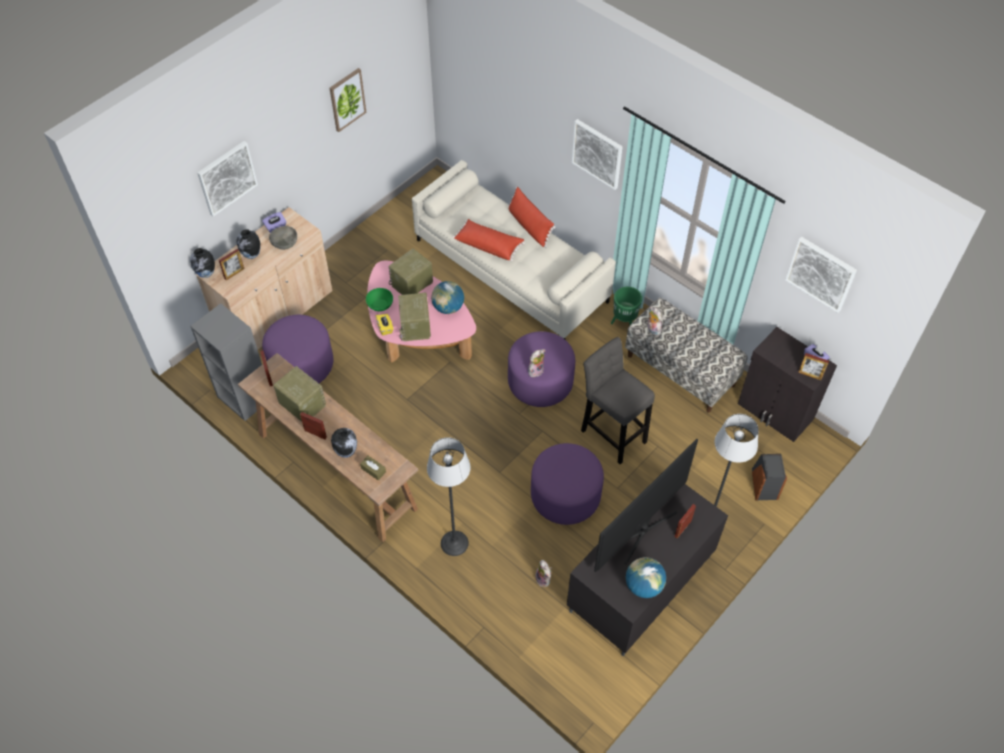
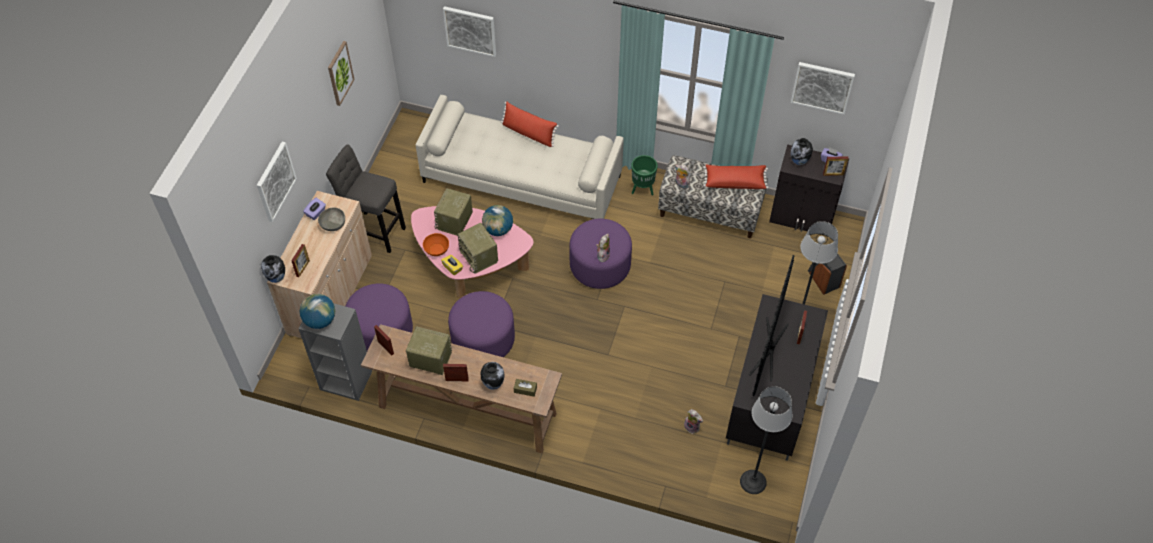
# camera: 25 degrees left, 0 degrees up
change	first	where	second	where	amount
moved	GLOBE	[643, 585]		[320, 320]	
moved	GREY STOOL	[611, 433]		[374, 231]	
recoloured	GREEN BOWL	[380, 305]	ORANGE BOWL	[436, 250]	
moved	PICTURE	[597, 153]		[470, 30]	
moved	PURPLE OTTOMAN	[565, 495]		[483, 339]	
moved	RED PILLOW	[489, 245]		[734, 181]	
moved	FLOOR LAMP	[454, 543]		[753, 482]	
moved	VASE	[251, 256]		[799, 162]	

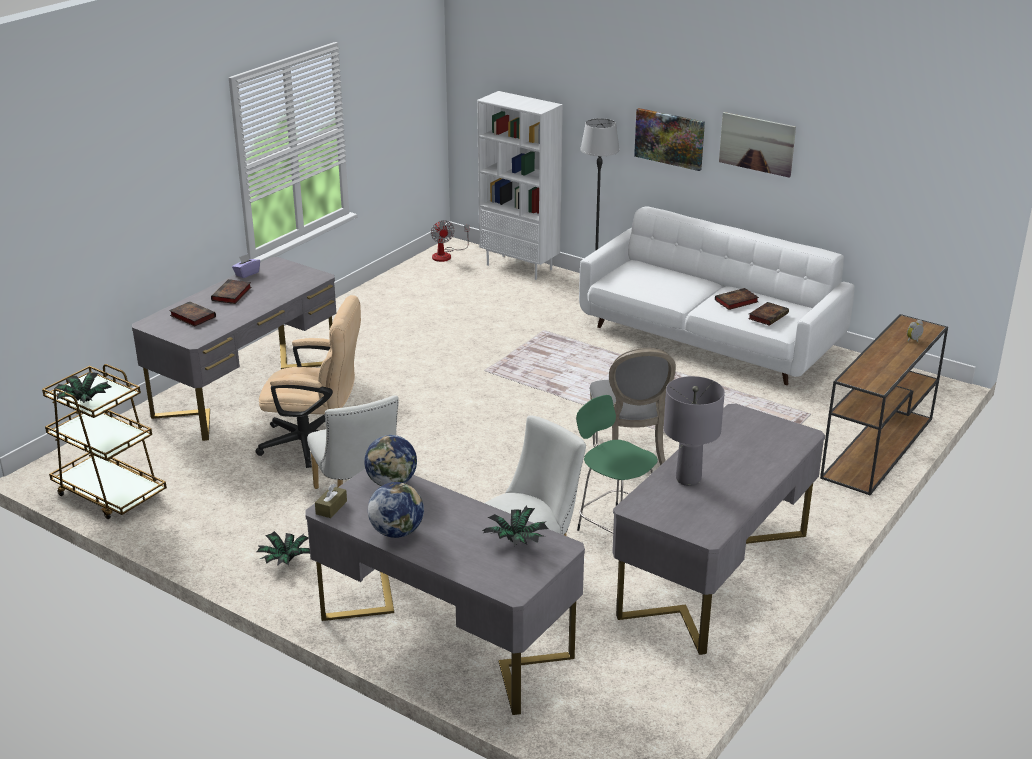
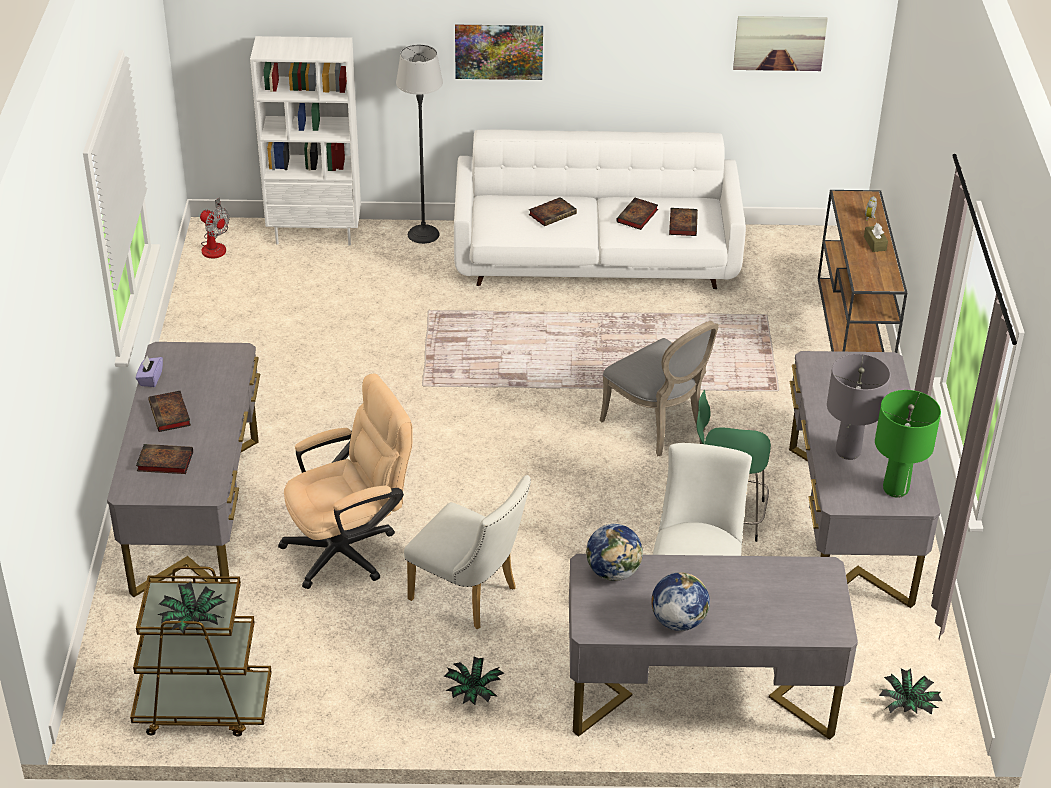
# camera: 35 degrees left, 10 degrees up
change	first	where	second	where	amount
added			BOOK	[553, 214]	
moved	PICTURE	[757, 144]		[779, 43]	
moved	BROWN TISSUE BOX	[331, 507]		[875, 243]	
added			GREEN TABLE LAMP	[895, 489]	
moved	POTTED PLANT	[515, 541]		[907, 706]	

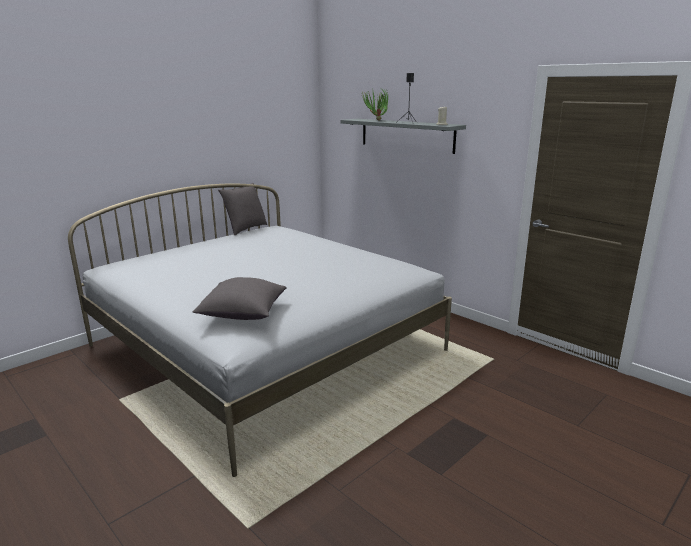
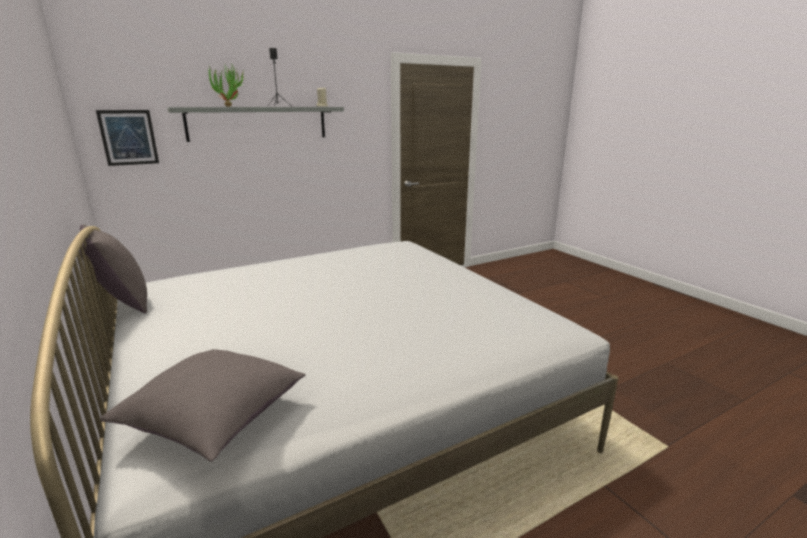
# camera: 75 degrees left, 0 degrees up
change	first	where	second	where	amount
added			PICTURE	[128, 137]	
moved	GREY PILLOW	[243, 313]		[215, 420]	

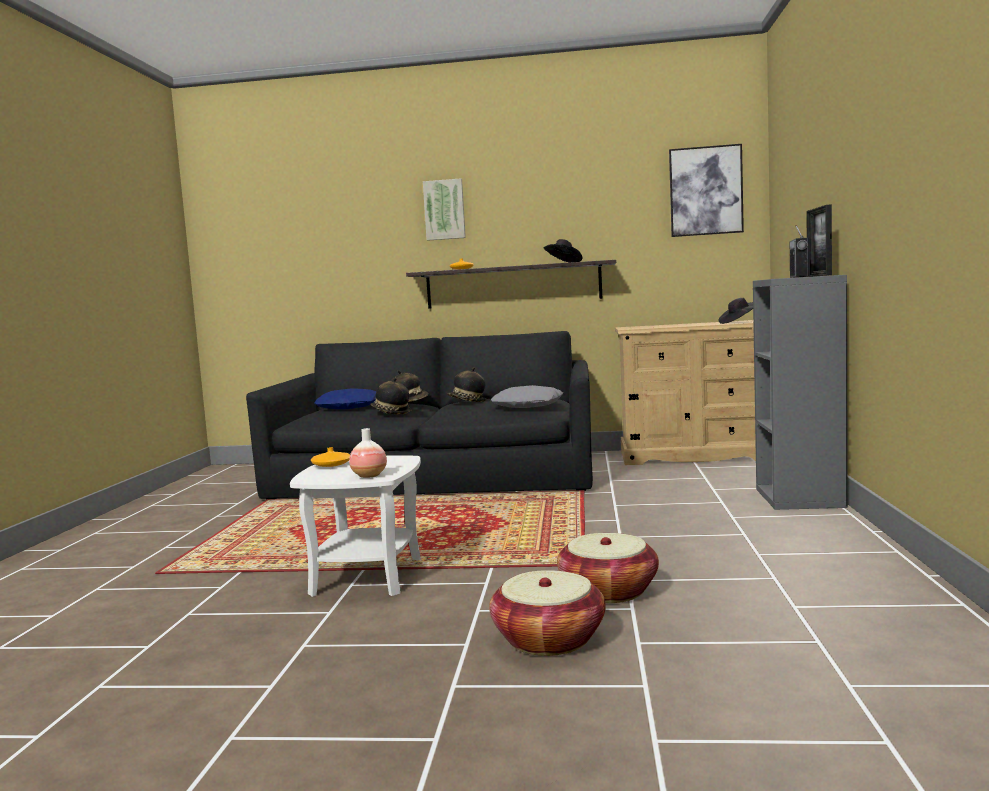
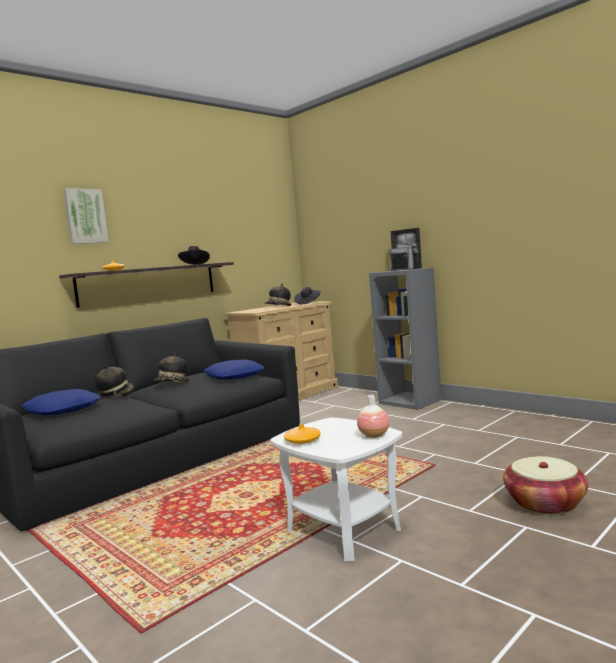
# camera: 50 degrees left, 0 degrees up
change	first	where	second	where	amount
recoloured	GREY PILLOW	[528, 406]	BLUE PILLOW	[235, 376]	
moved	HAT	[390, 413]		[278, 307]	
removed	BASKET	[608, 591]			
removed	PICTURE	[705, 191]			

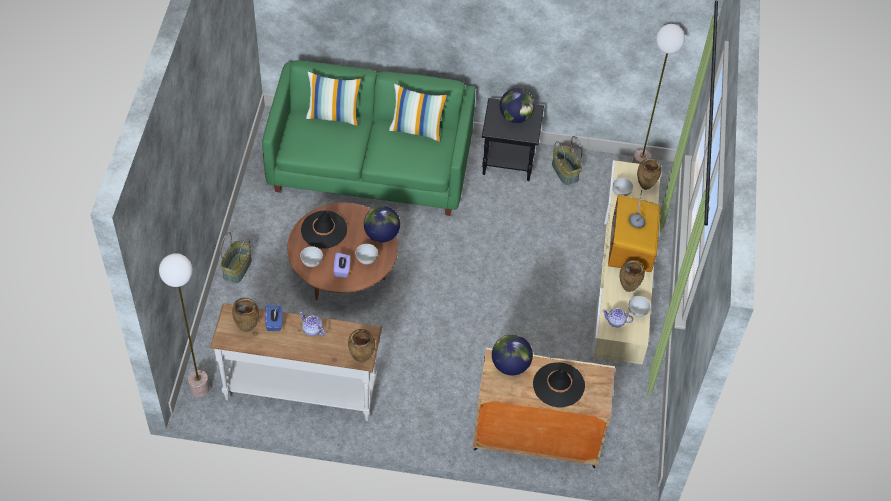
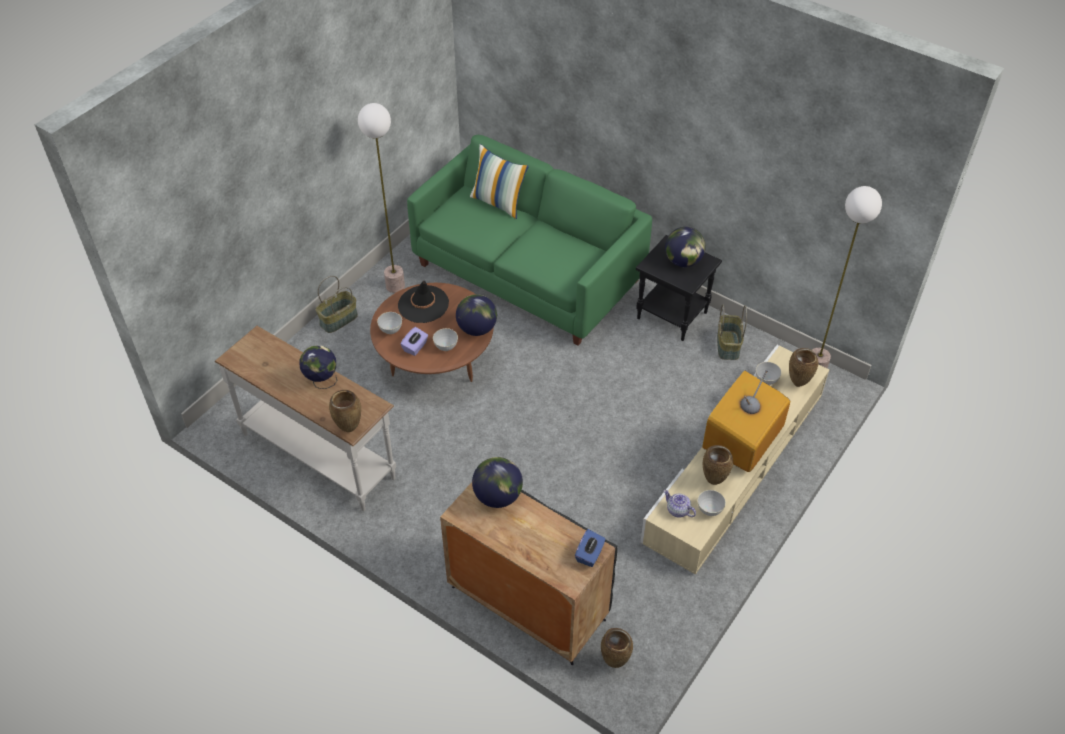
# camera: 30 degrees right, 5 degrees down
change	first	where	second	where	amount
replaced	TEAPOT	[312, 330]	GLOBE	[321, 381]	
moved	FLOOR LAMP	[200, 389]		[395, 286]	
recoloured	BEIGE CABINET	[536, 437]	BLACK CABINET	[527, 603]	
moved	BLUE TISSUE BOX	[274, 322]		[590, 554]	
moved	BROWN VASE	[248, 328]		[615, 662]	
removed	PILLOW	[417, 129]			
removed	BLACK HAT	[558, 385]			

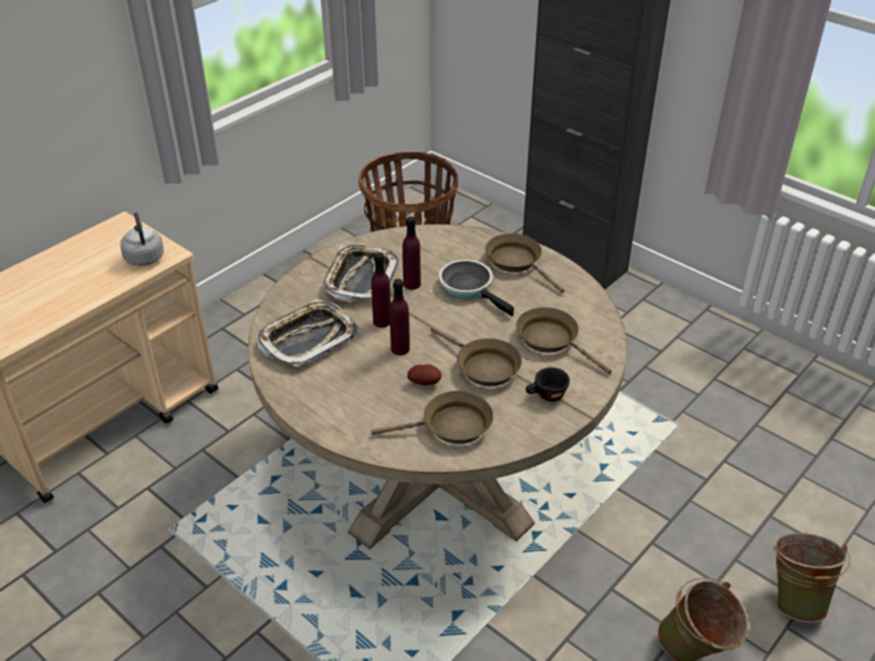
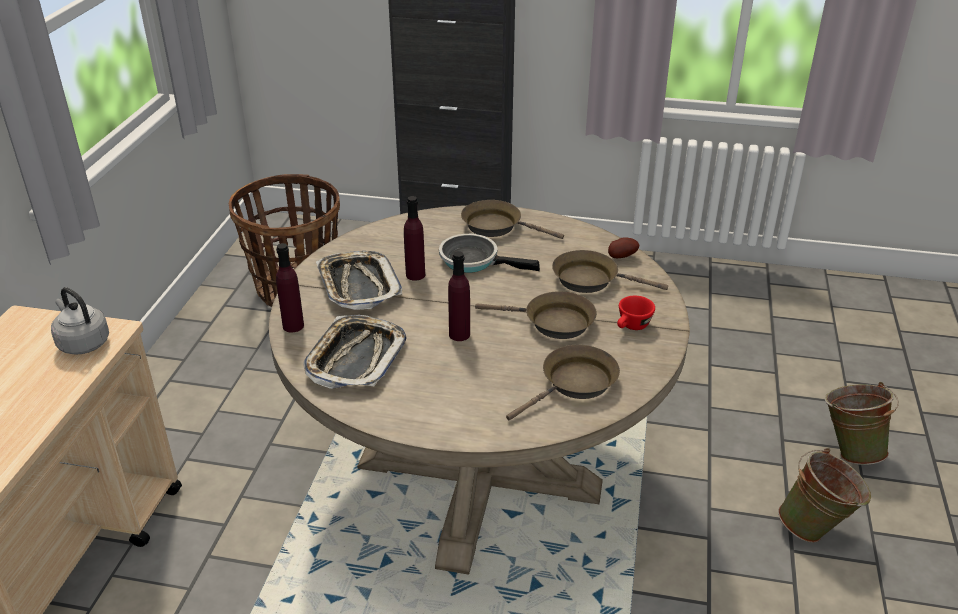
# camera: 30 degrees left, 5 degrees down
change	first	where	second	where	amount
moved	PURPLE BOTTLE	[382, 321]		[293, 326]	
moved	POTATO	[425, 382]		[621, 256]	
recoloured	BLACK CUP	[546, 396]	RED CUP	[632, 327]	

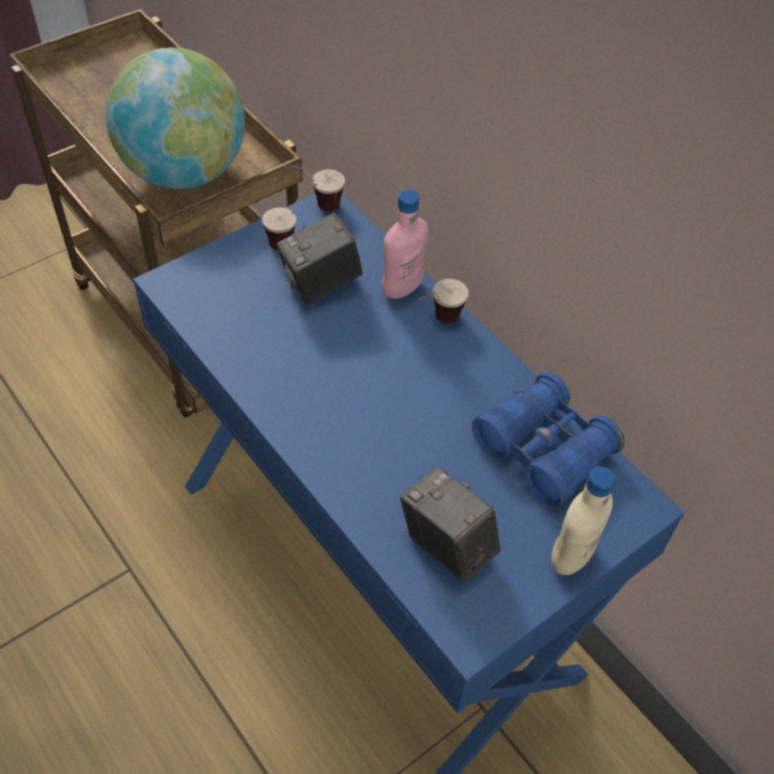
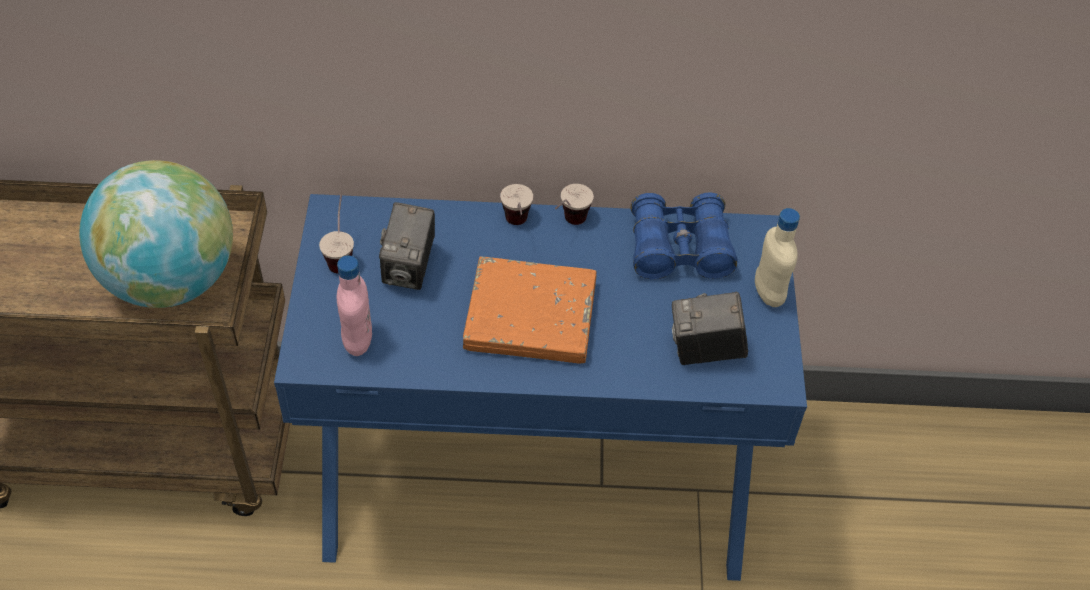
# camera: 50 degrees left, 0 degrees up
change	first	where	second	where	amount
moved	PINK BOTTLE	[402, 288]		[357, 340]	
added			ORANGE BOOK	[530, 316]	
moved	CUP	[315, 206]		[568, 225]	

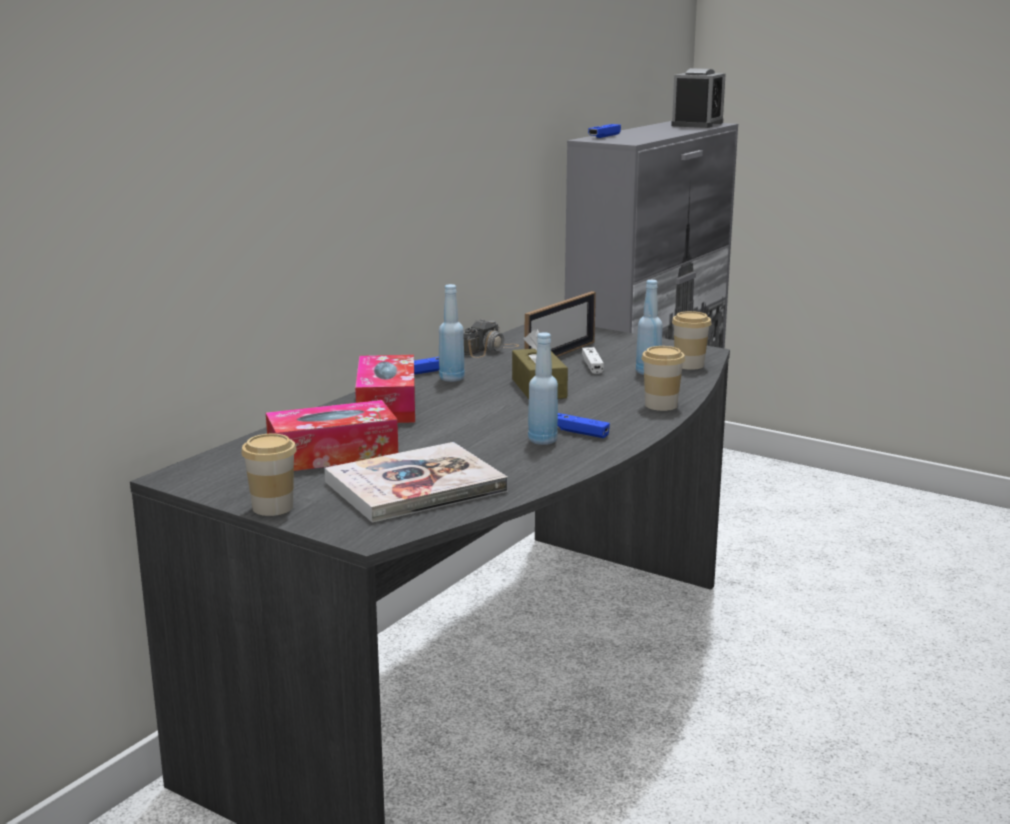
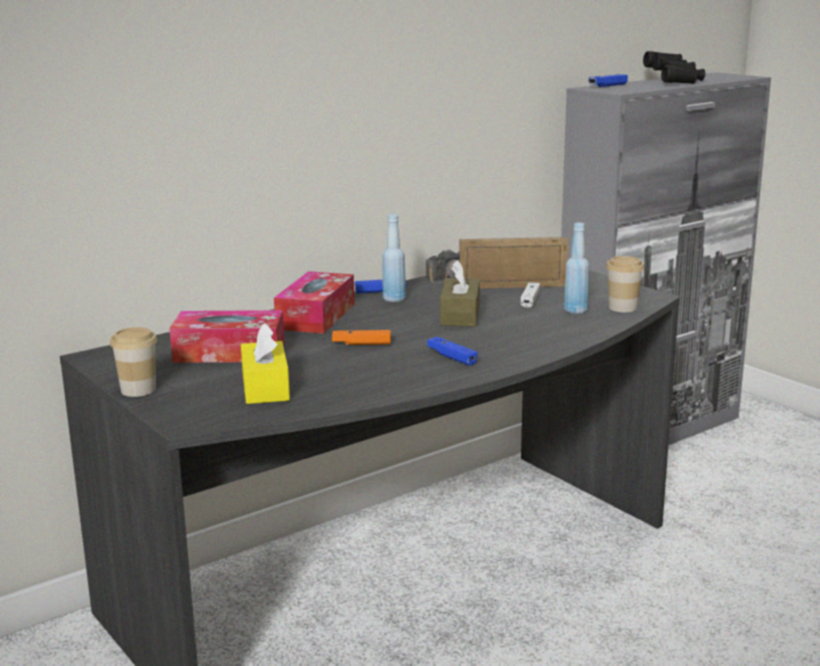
# camera: 20 degrees right, 0 degrees up
change	first	where	second	where	amount
replaced	BOOK	[415, 486]	YELLOW TISSUE BOX	[265, 387]	
added			ORANGE GAME CONTROLLER	[361, 344]	
turned	PICTURE FRAME	[560, 354]		[512, 287]	150 degrees counterclockwise
added			BLACK BINOCULARS	[674, 81]	
removed	BLUE BOTTLE	[542, 441]			
removed	CUP	[661, 405]			
removed	ALARM CLOCK	[697, 124]			

